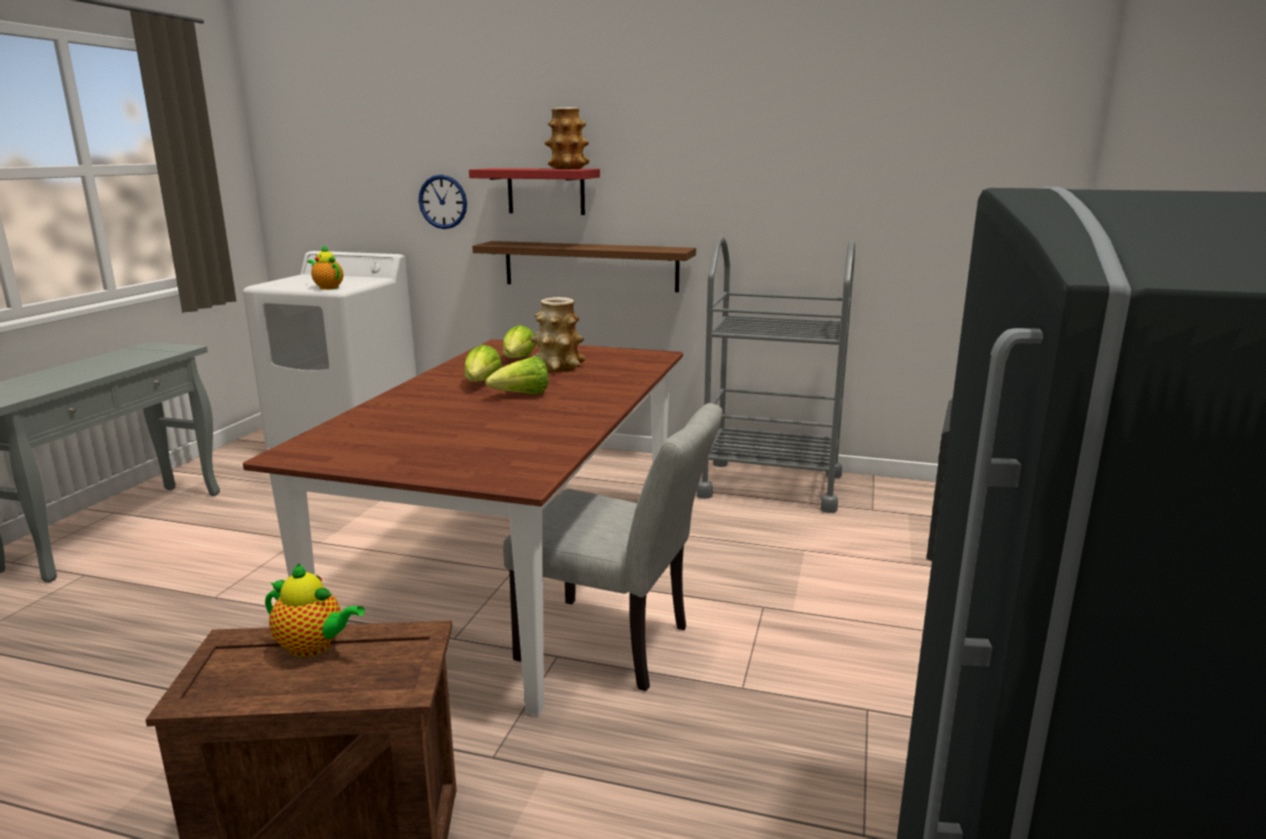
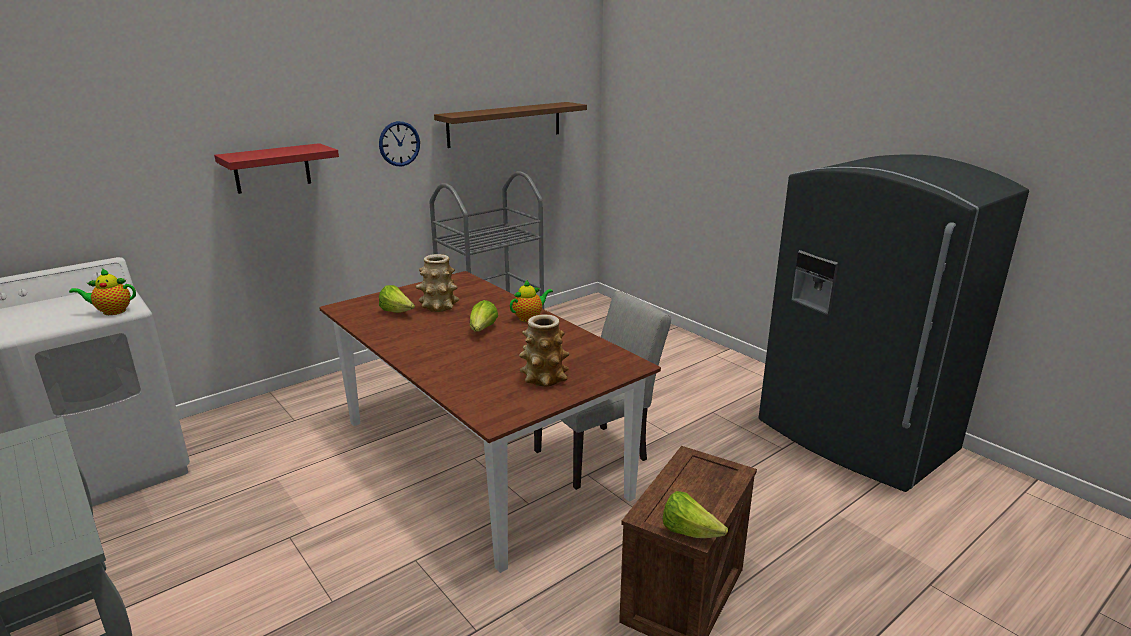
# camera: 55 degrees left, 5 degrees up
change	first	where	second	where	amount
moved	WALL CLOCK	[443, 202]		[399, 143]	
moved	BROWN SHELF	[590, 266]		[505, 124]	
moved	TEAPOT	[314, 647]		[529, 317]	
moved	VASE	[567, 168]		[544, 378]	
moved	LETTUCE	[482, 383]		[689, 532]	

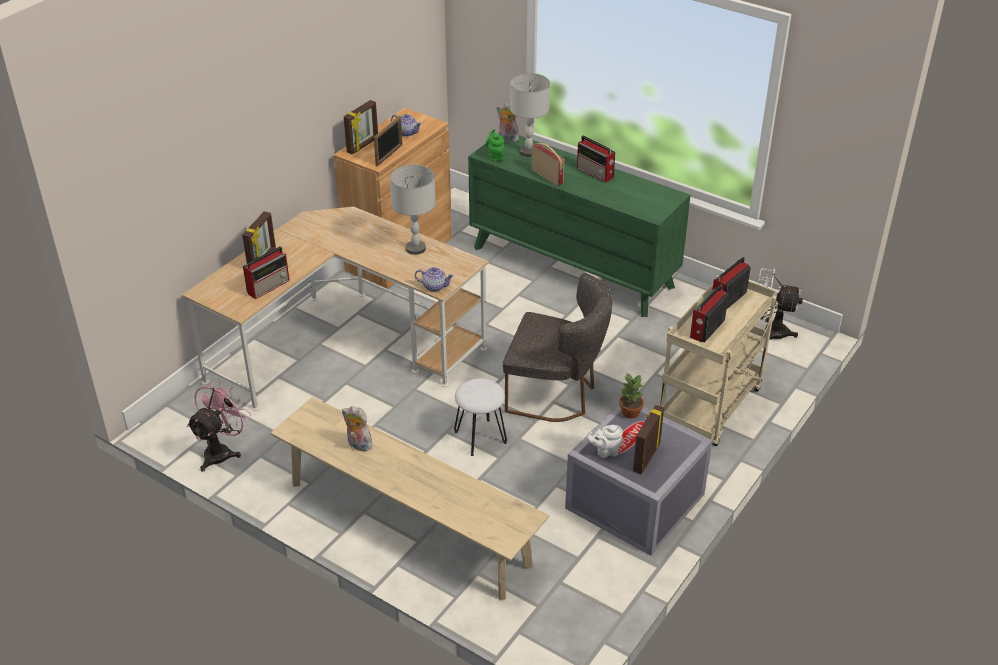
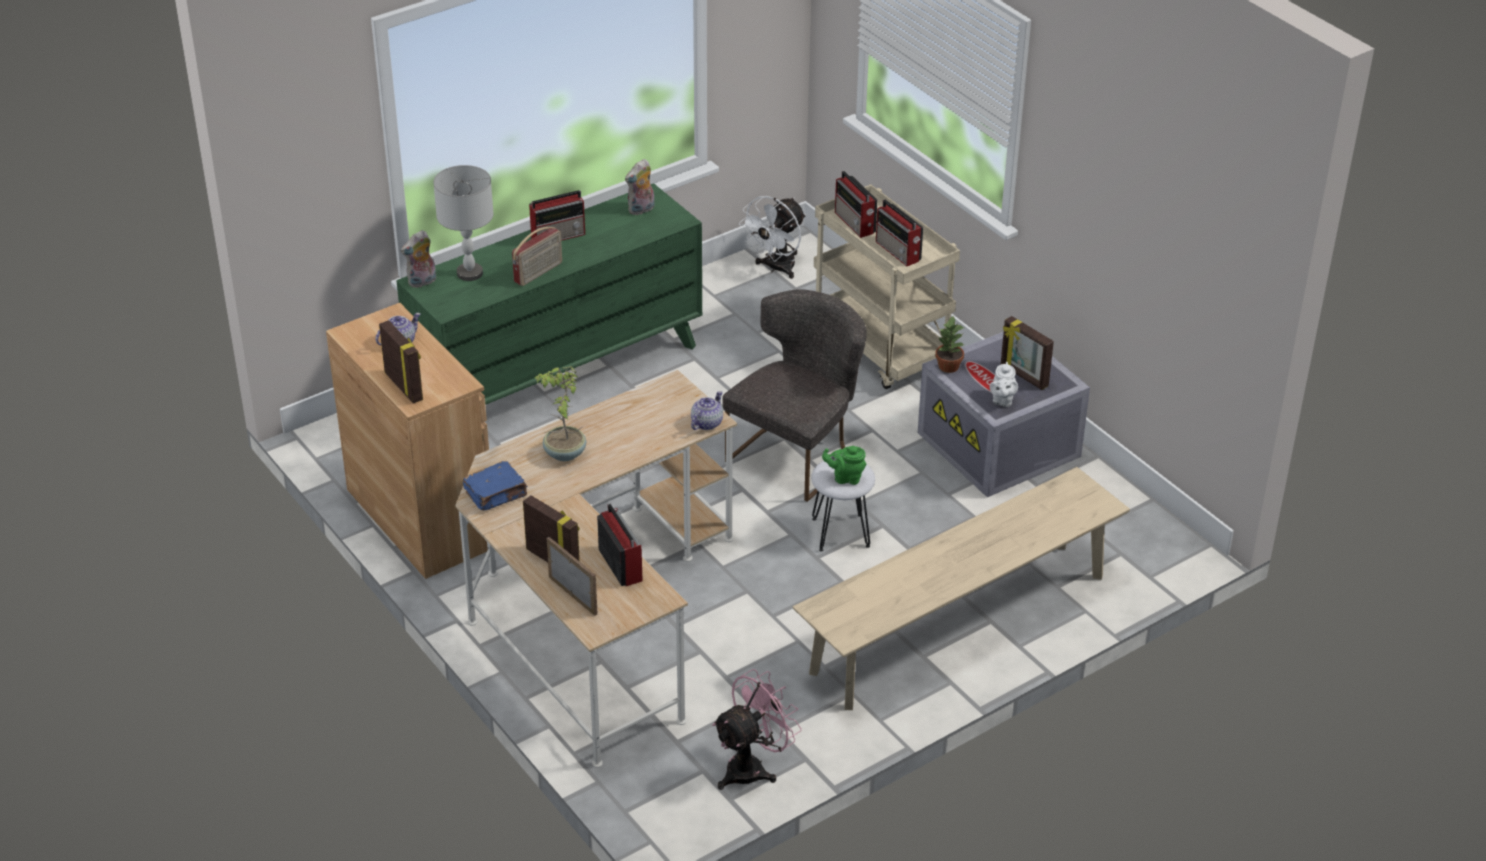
# camera: 70 degrees left, 0 degrees up
change	first	where	second	where	amount
added			BLUE BOOK	[496, 494]	
turned	RADIO	[547, 176]		[539, 273]	150 degrees clockwise
added			POTTED PLANT	[563, 454]	
moved	PICTURE FRAME	[389, 155]		[573, 595]	
moved	PLUSH TOY	[358, 445]		[641, 210]	
turned	PINK FAN	[222, 451]		[752, 767]	90 degrees clockwise
moved	GREEN TEAPOT	[495, 156]		[845, 478]	
removed	GREY TABLE LAMP	[416, 248]			

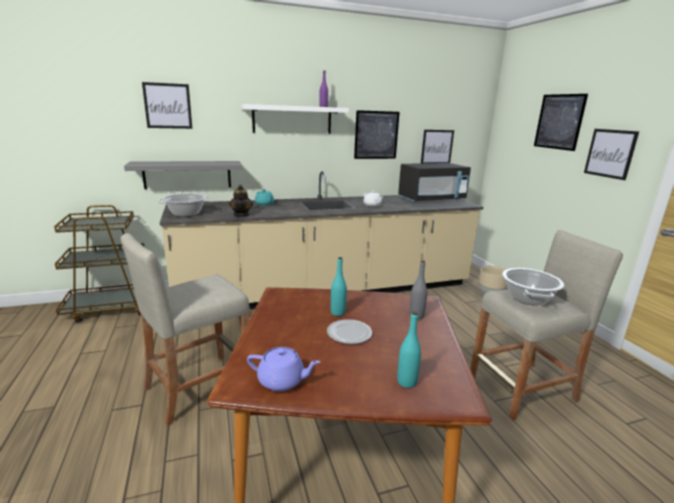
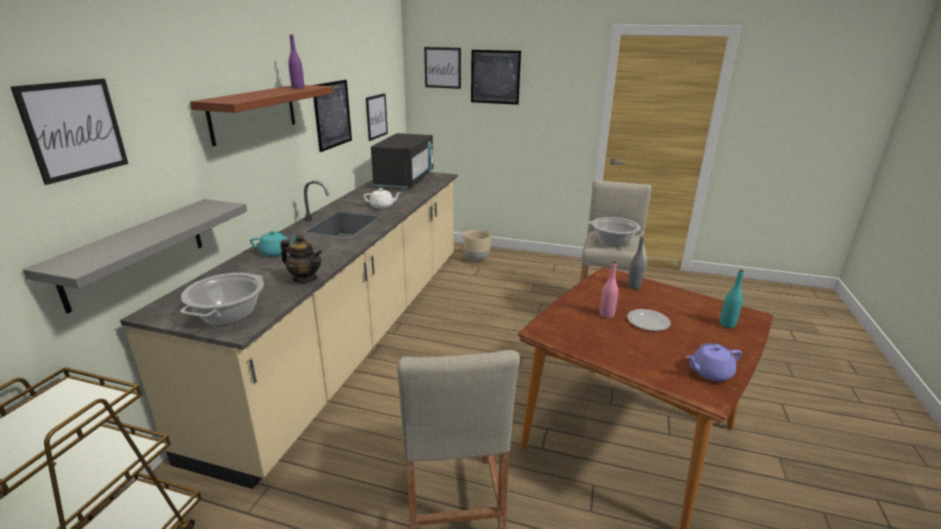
# camera: 55 degrees left, 5 degrees up
change	first	where	second	where	amount
recoloured	WHITE SHELF	[292, 119]	BROWN SHELF	[254, 113]	
moved	PICTURE	[610, 153]		[442, 67]	
recoloured	TURQUOISE BOTTLE	[338, 313]	PINK BOTTLE	[606, 315]	
turned	PURPLE TEAPOT	[282, 381]		[710, 372]	150 degrees counterclockwise

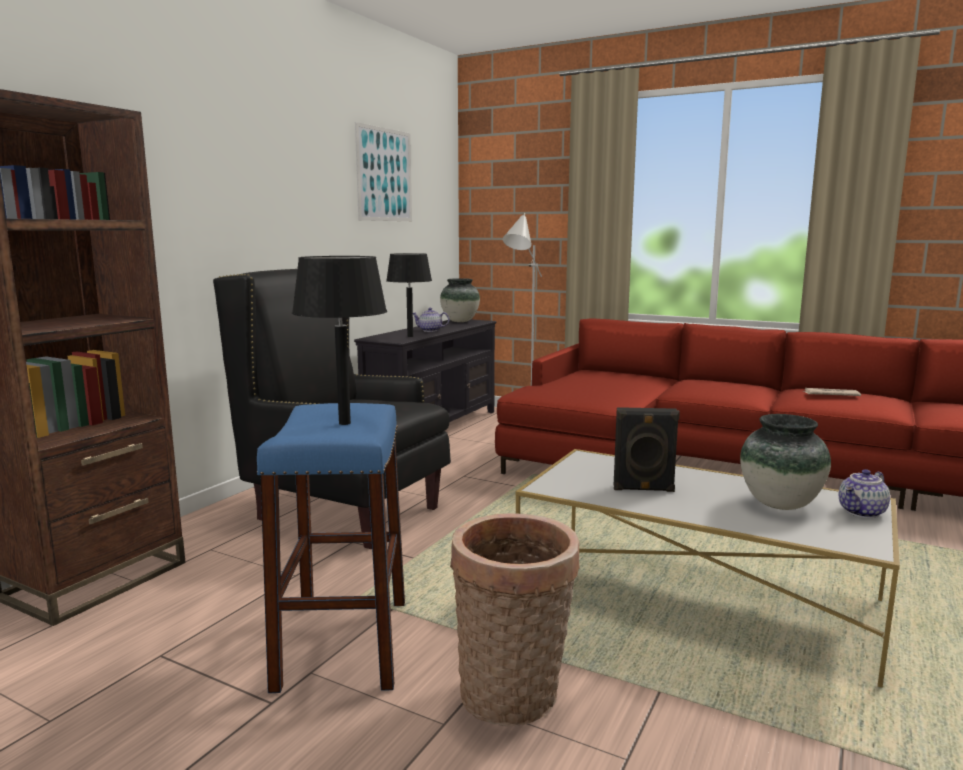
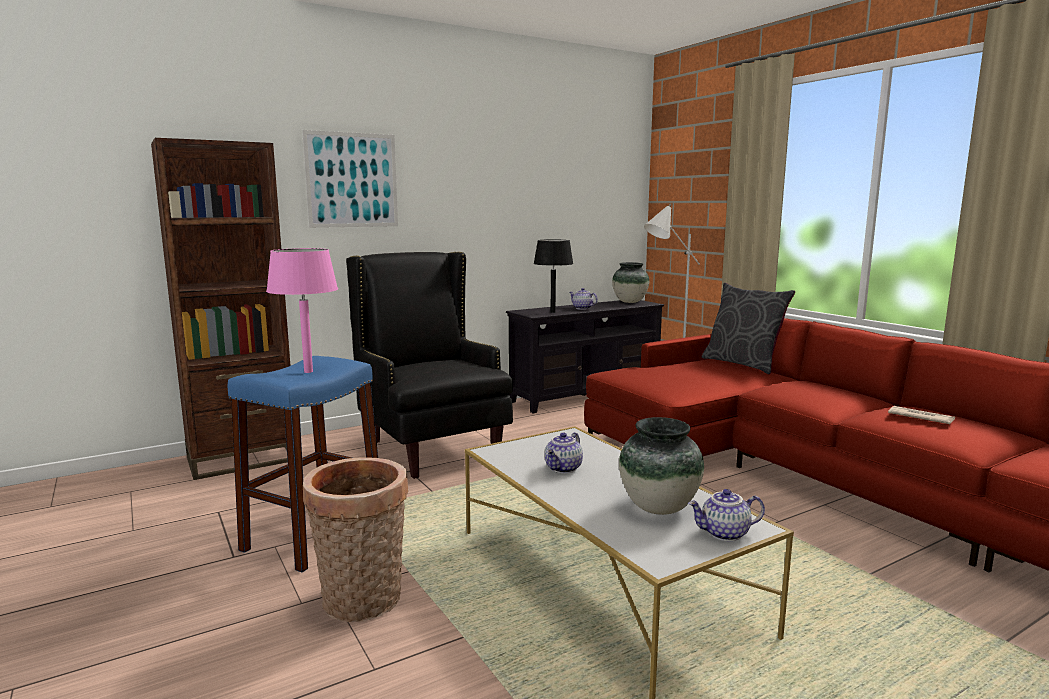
# camera: 30 degrees right, 0 degrees up
change	first	where	second	where	amount
recoloured	BLACK TABLE LAMP	[345, 423]	PINK TABLE LAMP	[308, 372]	
moved	PICTURE	[384, 175]		[352, 180]	
replaced	BLACK SPEAKER	[643, 489]	TEAPOT	[564, 469]	
added			GREY PILLOW	[743, 364]	

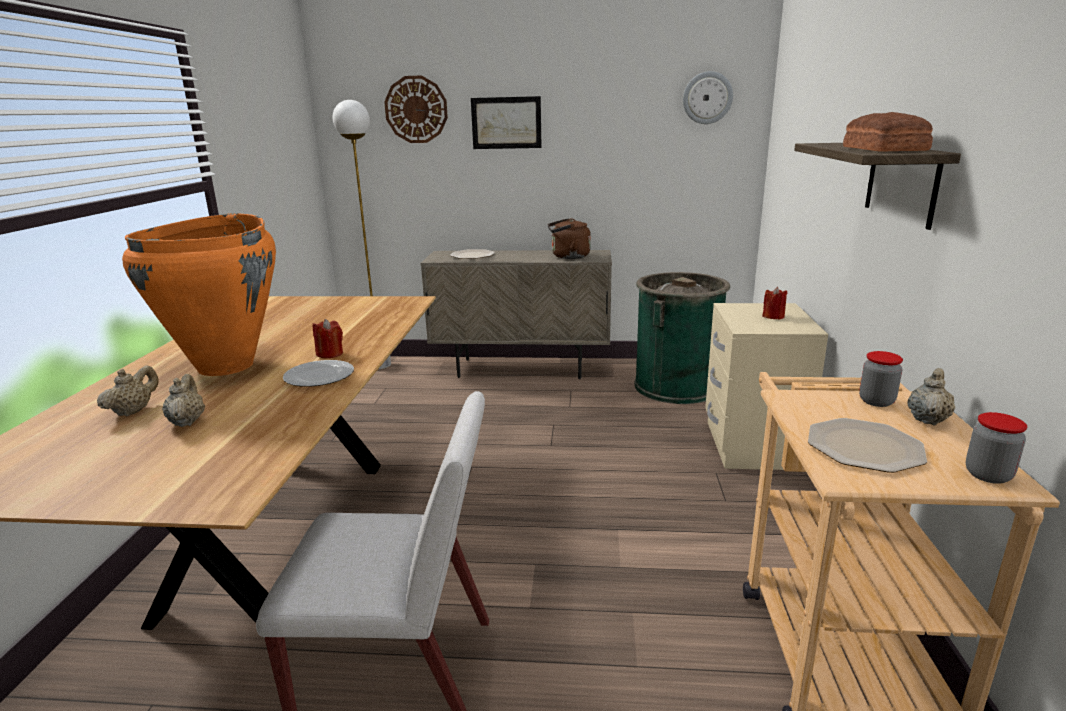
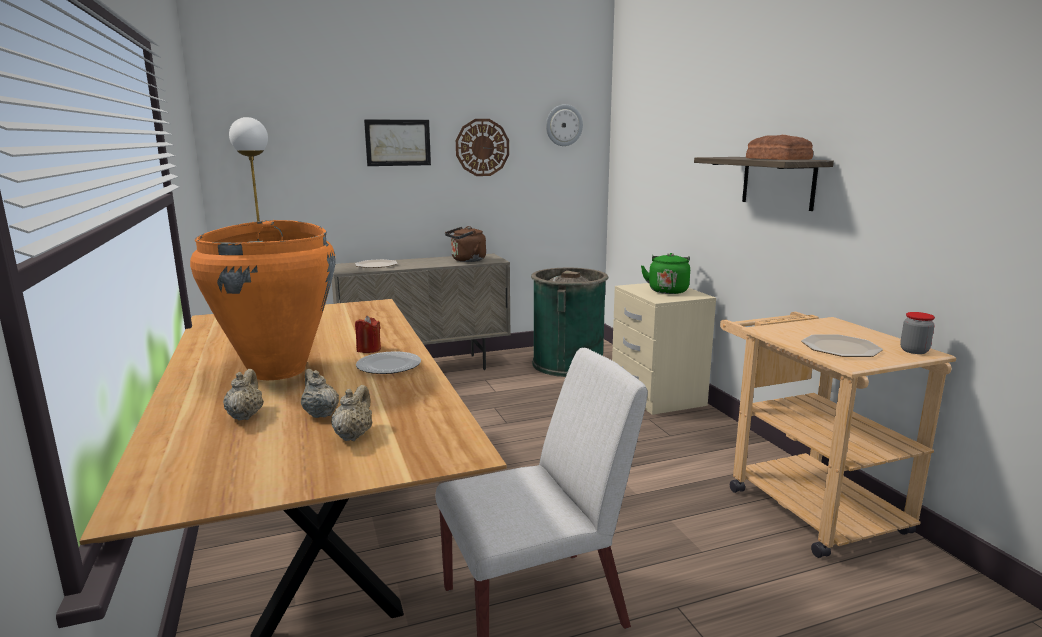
# camera: 25 degrees left, 5 degrees down
change	first	where	second	where	amount
moved	BEIGE TEAPOT	[927, 419]		[353, 435]	
moved	WALL CLOCK	[416, 109]		[482, 147]	
replaced	RED CANDLE	[773, 316]	GREEN KETTLE	[667, 290]	
removed	JAR	[876, 401]			

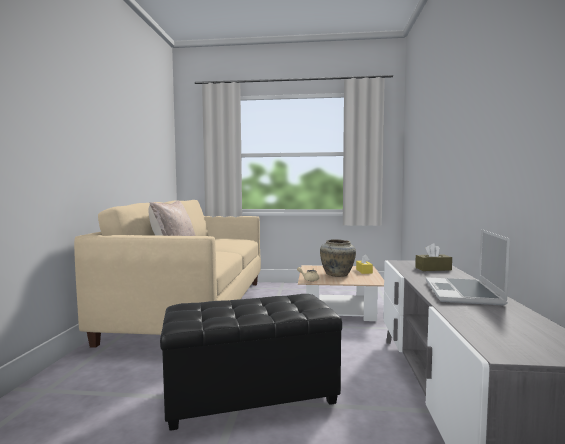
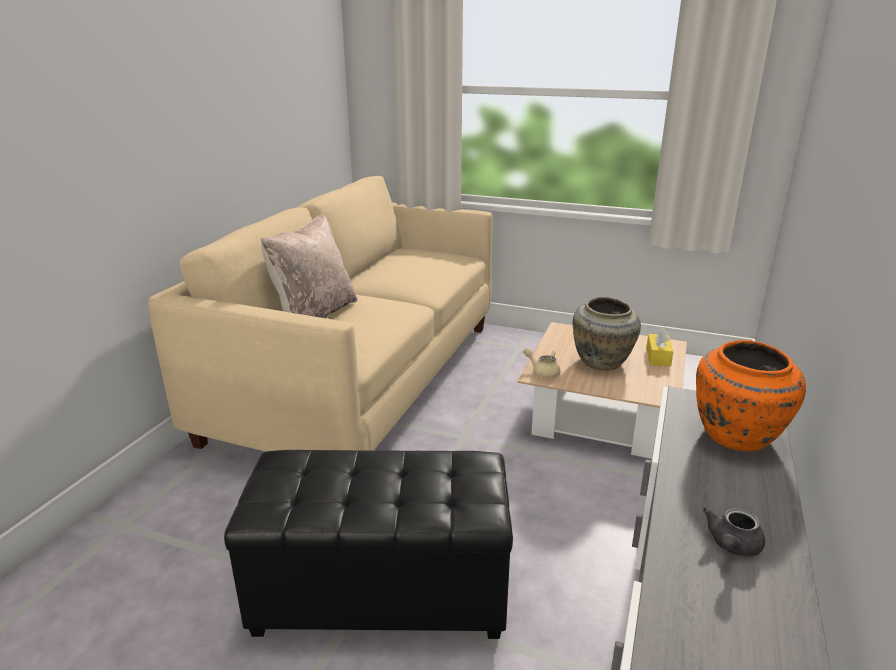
# camera: 15 degrees right, 20 degrees up
change	first	where	second	where	amount
replaced	BROWN TISSUE BOX	[433, 269]	ORANGE VASE	[736, 437]	
replaced	LAPTOP	[464, 293]	GREY TEAPOT	[731, 546]	

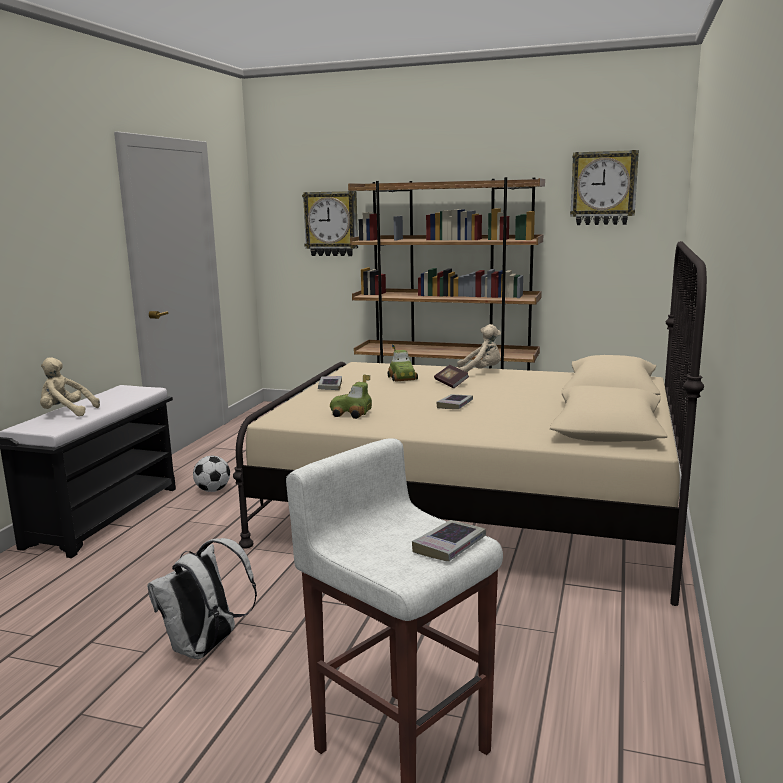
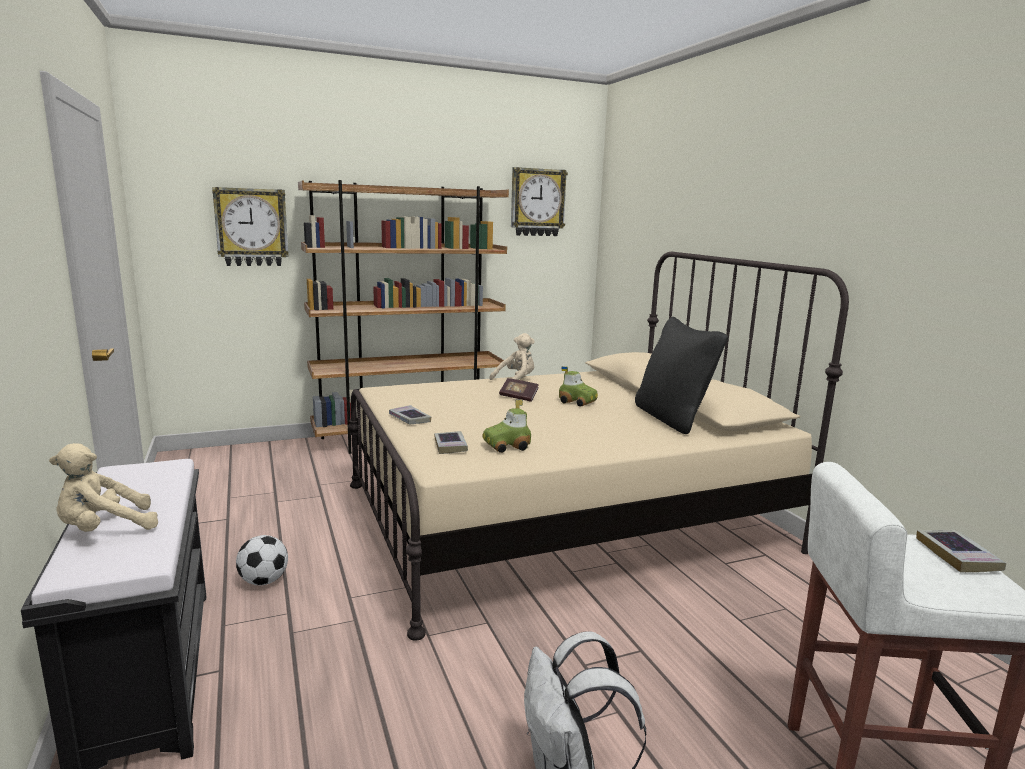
# camera: 40 degrees left, 0 degrees up
change	first	where	second	where	amount
moved	BOOK	[455, 405]		[450, 446]	
moved	TOY CAR	[403, 378]		[578, 402]	
added			BLACK PILLOW	[672, 418]	

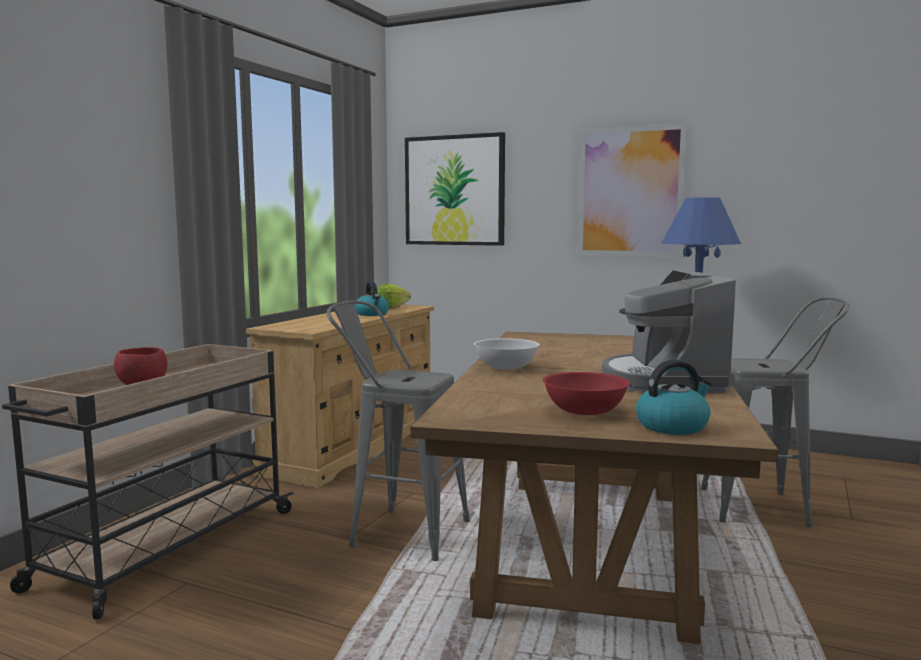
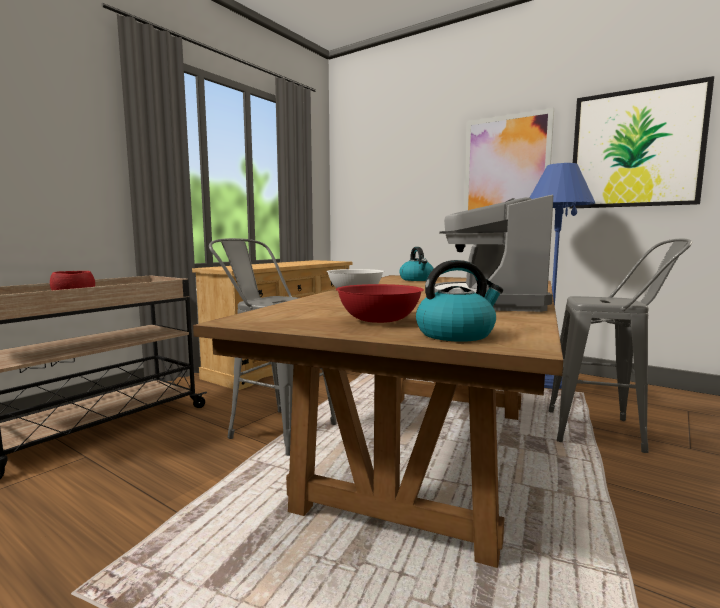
# camera: 10 degrees right, 0 degrees up
change	first	where	second	where	amount
moved	KETTLE	[372, 314]		[417, 279]	
moved	PICTURE	[454, 190]		[635, 149]	
removed	LETTUCE	[391, 307]			

